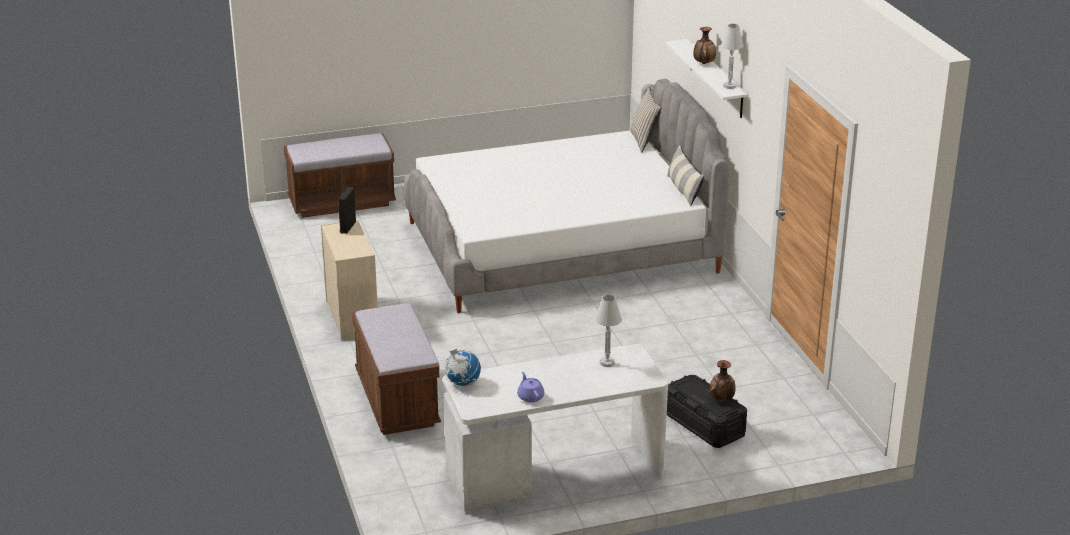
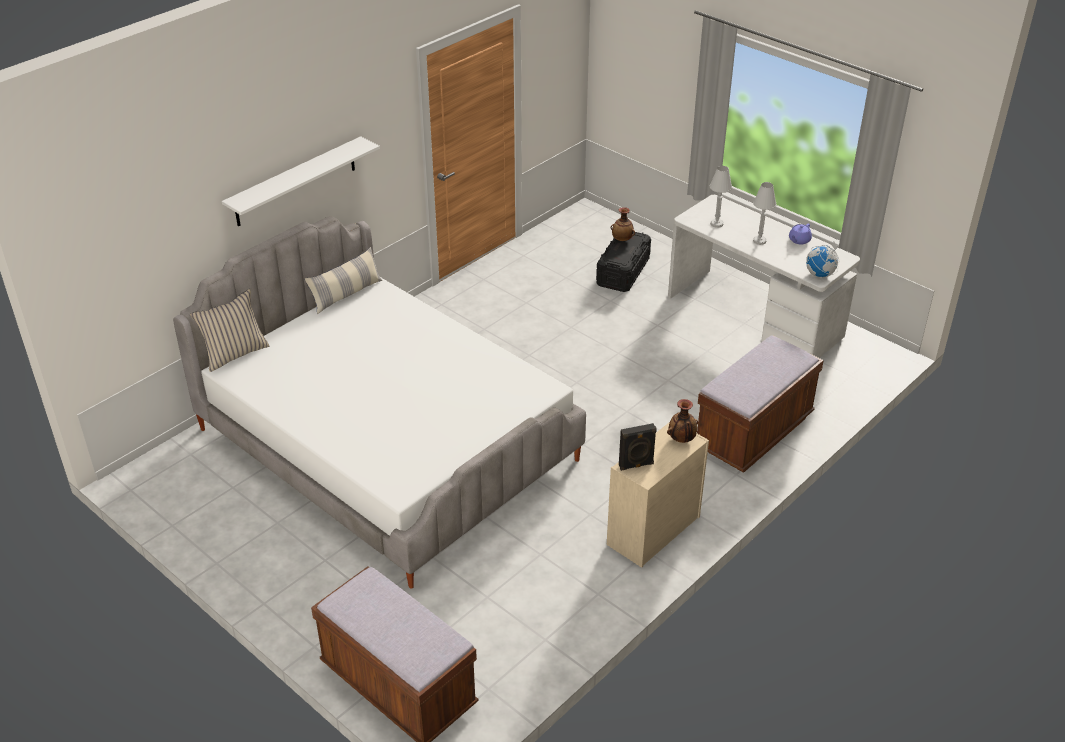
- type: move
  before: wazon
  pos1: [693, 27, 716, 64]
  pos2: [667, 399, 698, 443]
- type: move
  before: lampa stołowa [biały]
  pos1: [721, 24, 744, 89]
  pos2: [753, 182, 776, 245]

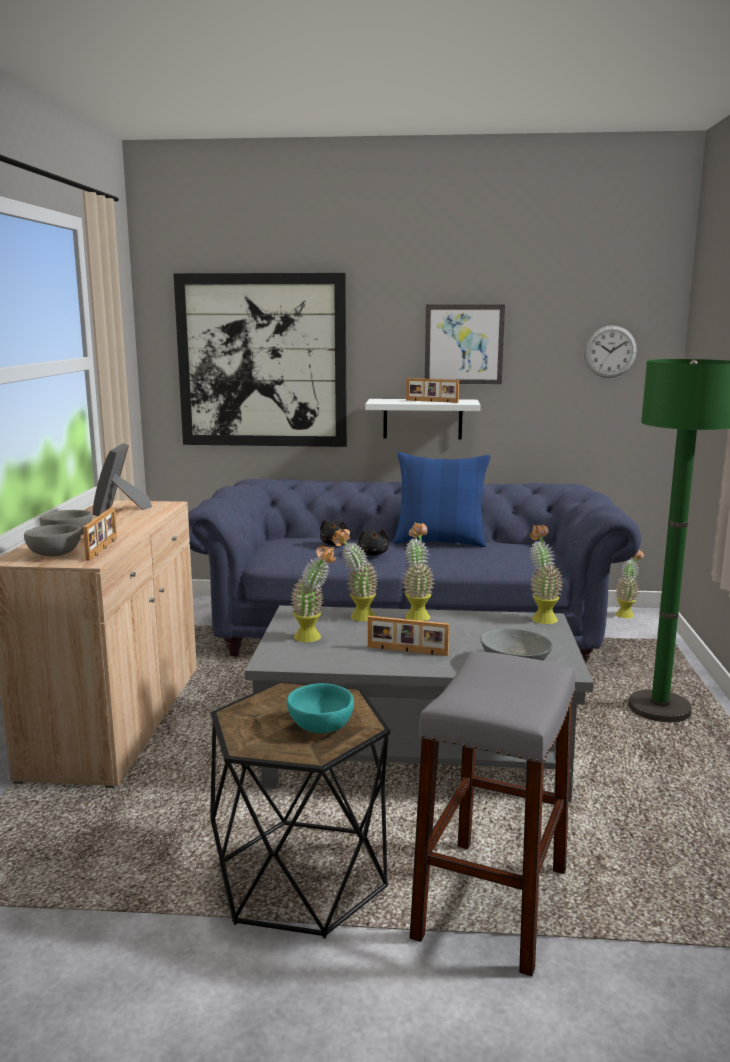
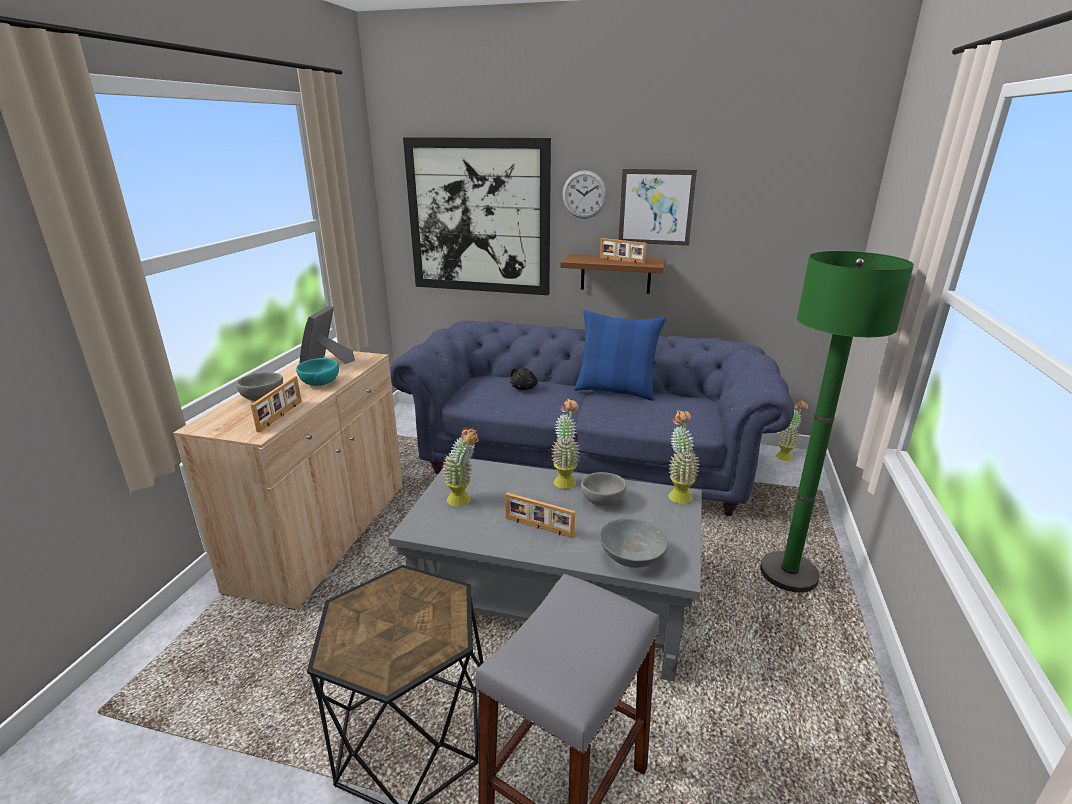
- type: delete
  before: roślina doniczkowa
  pos1: [332, 529, 378, 621]
- type: delete
  before: pluszak [czarny]
  pos1: [357, 529, 389, 556]
- type: move
  before: miska [szary]
  pos1: [24, 524, 81, 557]
  pos2: [581, 472, 626, 506]
- type: move
  before: miska [turkusowy]
  pos1: [287, 683, 354, 733]
  pos2: [296, 358, 339, 386]
- type: move
  before: zegar ścienny
  pos1: [584, 325, 637, 378]
  pos2: [562, 170, 607, 219]
- type: recolor
  before: półka [biały]
  after: półka [brązowy]
  pos1: [365, 399, 480, 440]
  pos2: [560, 254, 666, 294]

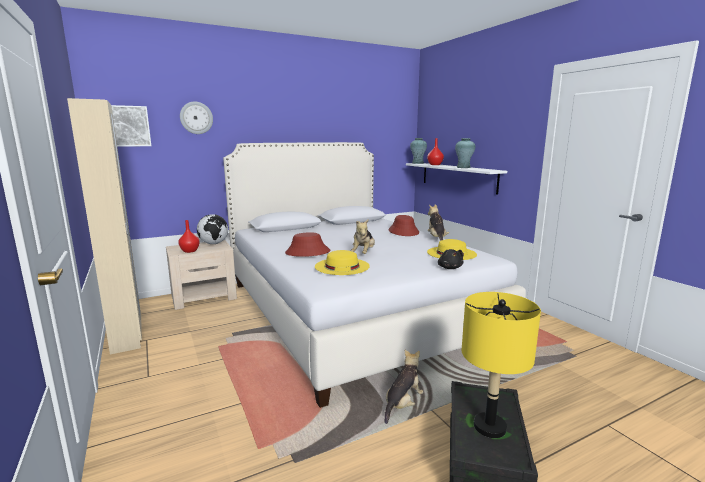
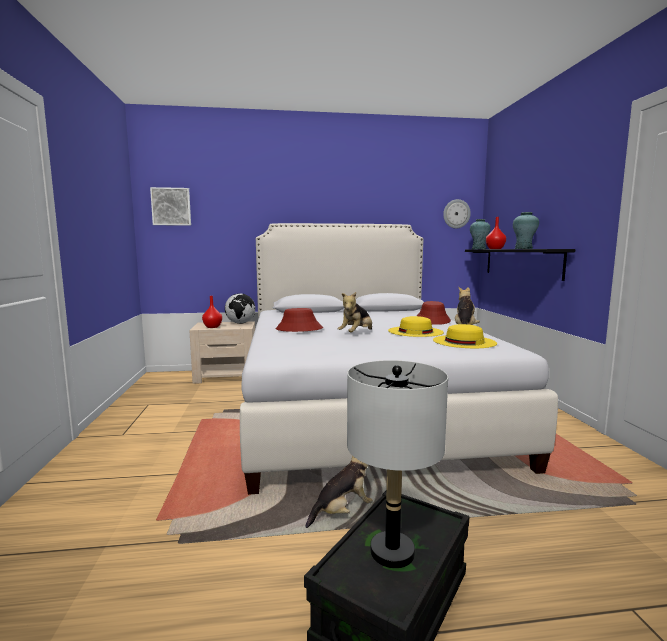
- type: delete
  before: szafa [beżowy]
  pos1: [67, 98, 142, 354]
- type: delete
  before: pluszak [czarny]
  pos1: [438, 249, 463, 269]
- type: move
  before: zegar ścienny
  pos1: [180, 101, 213, 134]
  pos2: [443, 199, 471, 229]
- type: move
  before: kapelusz [żółty]
  pos1: [315, 250, 370, 275]
  pos2: [388, 316, 444, 337]
- type: recolor
  before: półka [biały]
  after: półka [czarny]
  pos1: [406, 163, 507, 195]
  pos2: [465, 249, 575, 281]
- type: recolor
  before: lampa stołowa [żółty]
  after: lampa stołowa [szary]
  pos1: [462, 292, 541, 438]
  pos2: [347, 360, 448, 568]

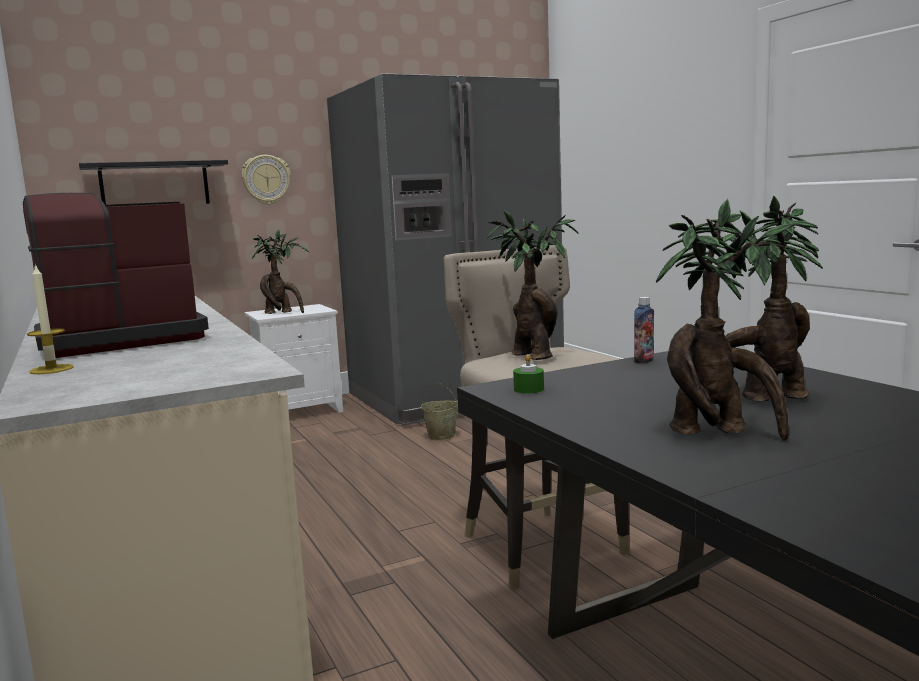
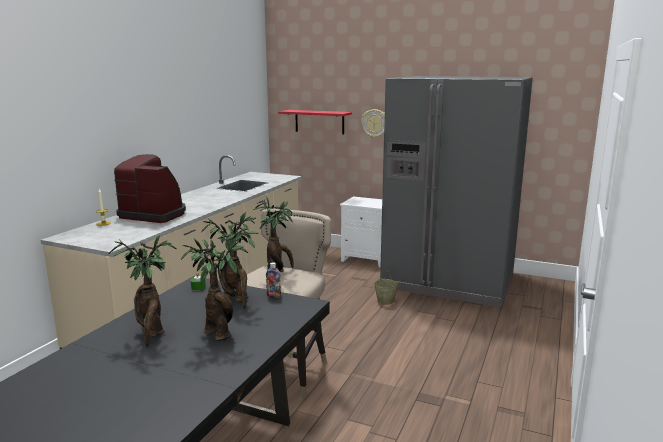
- type: move
  before: roślina doniczkowa
  pos1: [252, 229, 309, 314]
  pos2: [201, 212, 259, 309]
- type: recolor
  before: półka [czarny]
  after: półka [czerwony]
  pos1: [79, 160, 228, 205]
  pos2: [278, 110, 352, 134]

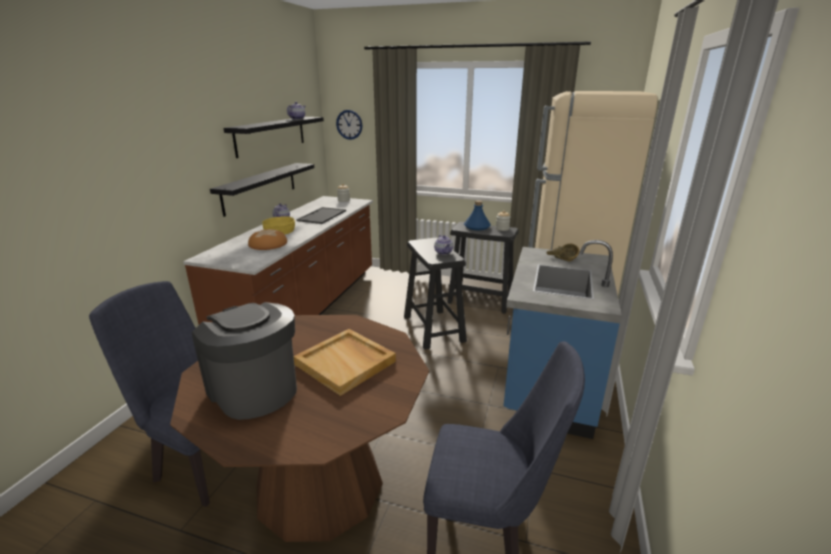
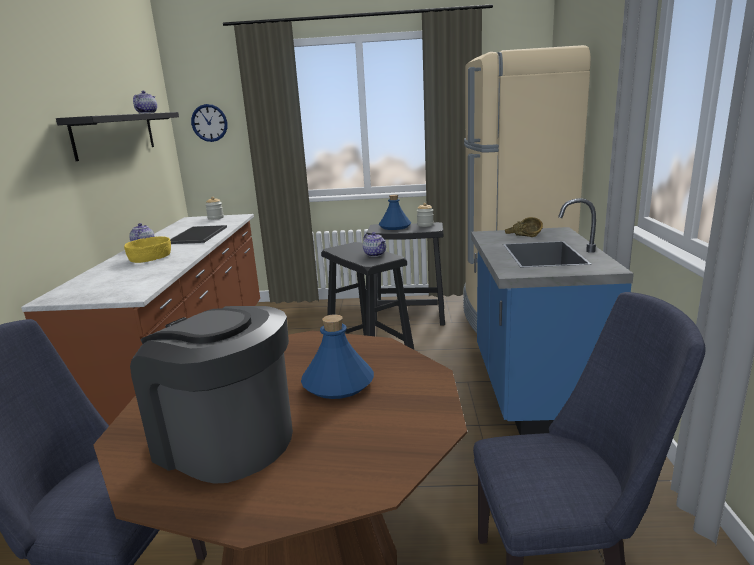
- type: delete
  before: półka [czarny]
  pos1: [210, 163, 314, 217]
- type: delete
  before: chleb
  pos1: [248, 229, 287, 250]
- type: replace
  before: taca [beżowy]
  after: butelka [niebieski]
  pos1: [294, 329, 396, 396]
  pos2: [301, 314, 374, 399]

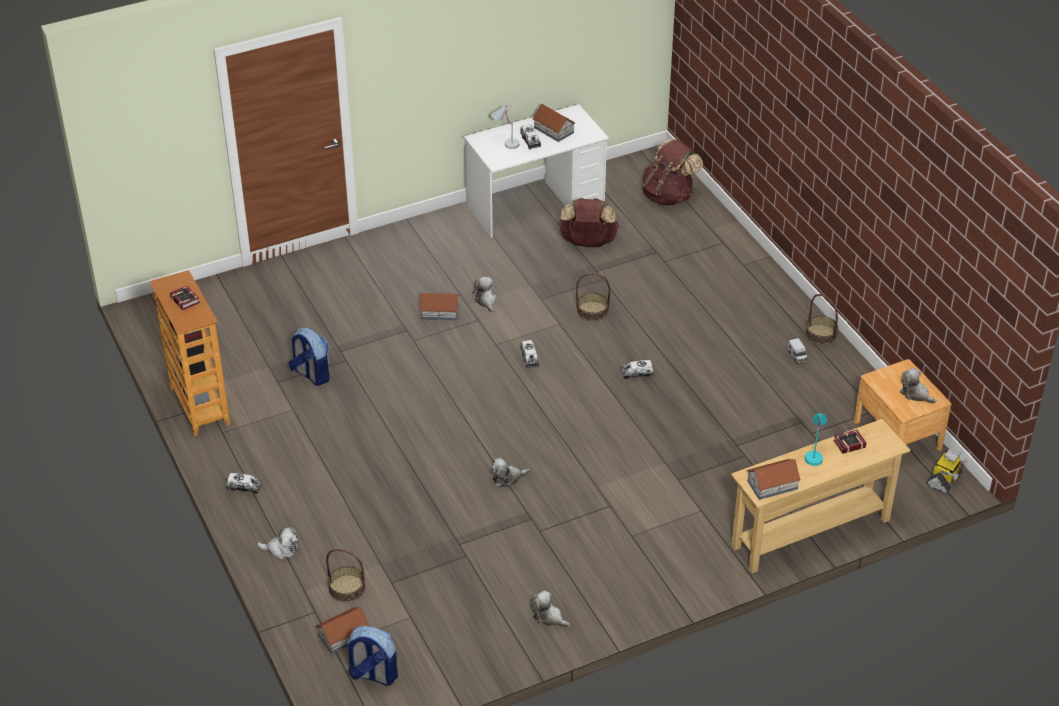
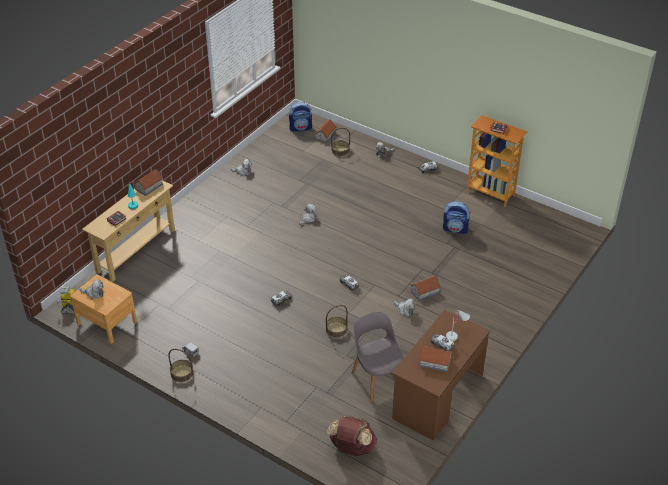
- type: replace
  before: plecak [brązowy]
  after: krzesło [szary]
  pos1: [558, 198, 619, 247]
  pos2: [351, 312, 404, 403]
- type: recolor
  before: biurko [biały]
  after: biurko [brązowy]
  pos1: [464, 104, 609, 238]
  pos2: [392, 310, 490, 441]

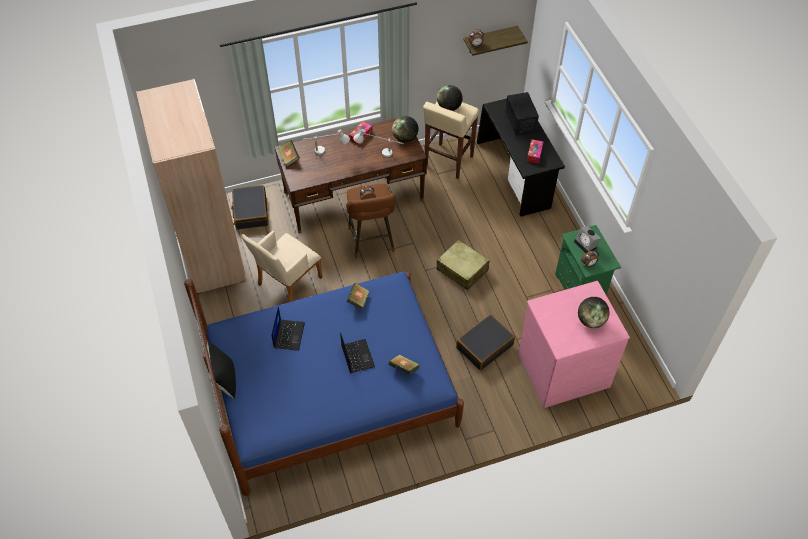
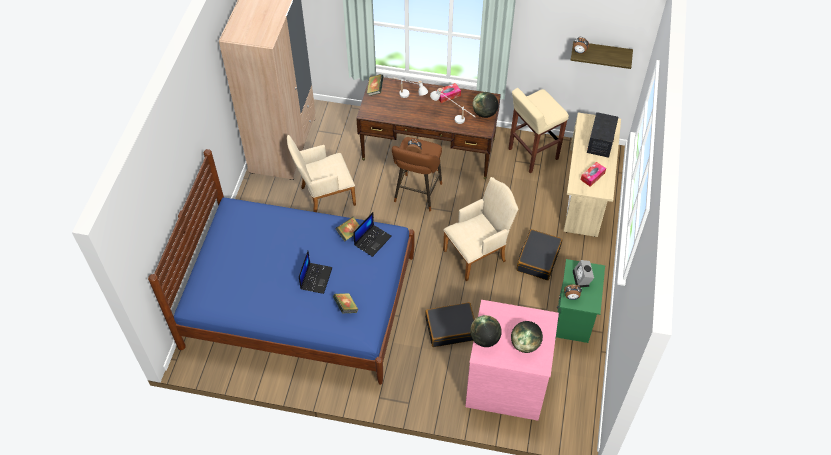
- type: delete
  before: poduszka [czarny]
  pos1: [207, 341, 236, 399]
- type: move
  before: walizka [czarny]
  pos1: [231, 185, 268, 230]
  pos2: [517, 229, 562, 280]
- type: move
  before: laptop
  pos1: [272, 306, 305, 351]
  pos2: [353, 212, 392, 257]
- type: move
  before: globus
  pos1: [437, 85, 463, 111]
  pos2: [470, 315, 502, 347]
- type: replace
  before: walizka [beżowy]
  after: fotel [beżowy]
  pos1: [437, 240, 490, 290]
  pos2: [443, 177, 518, 281]
- type: recolor
  before: biurko [czarny]
  after: biurko [beżowy]
  pos1: [477, 99, 565, 217]
  pos2: [564, 112, 621, 237]

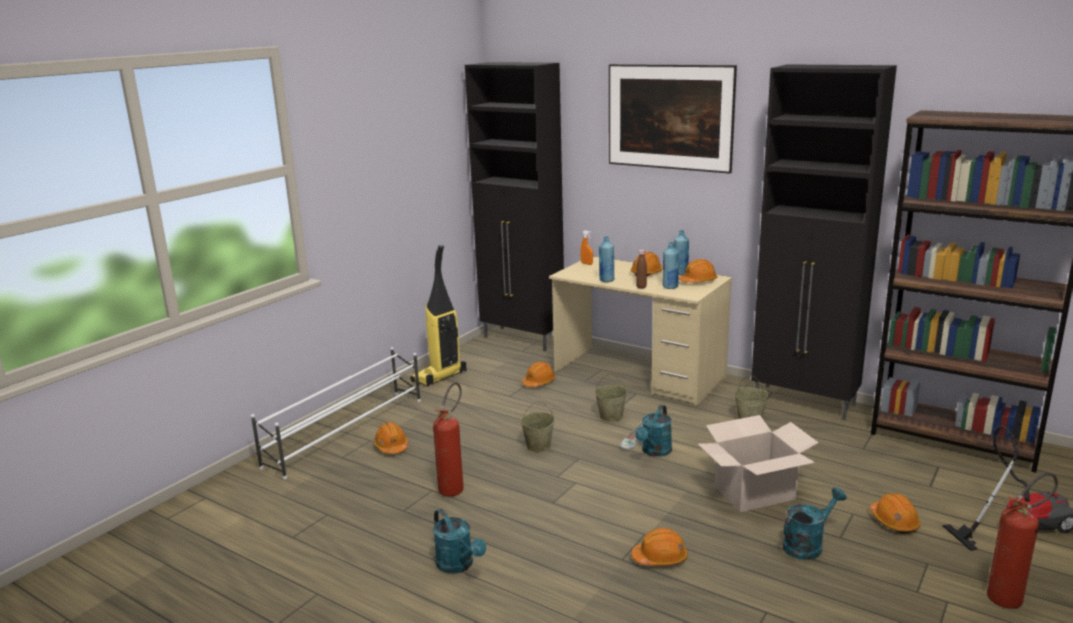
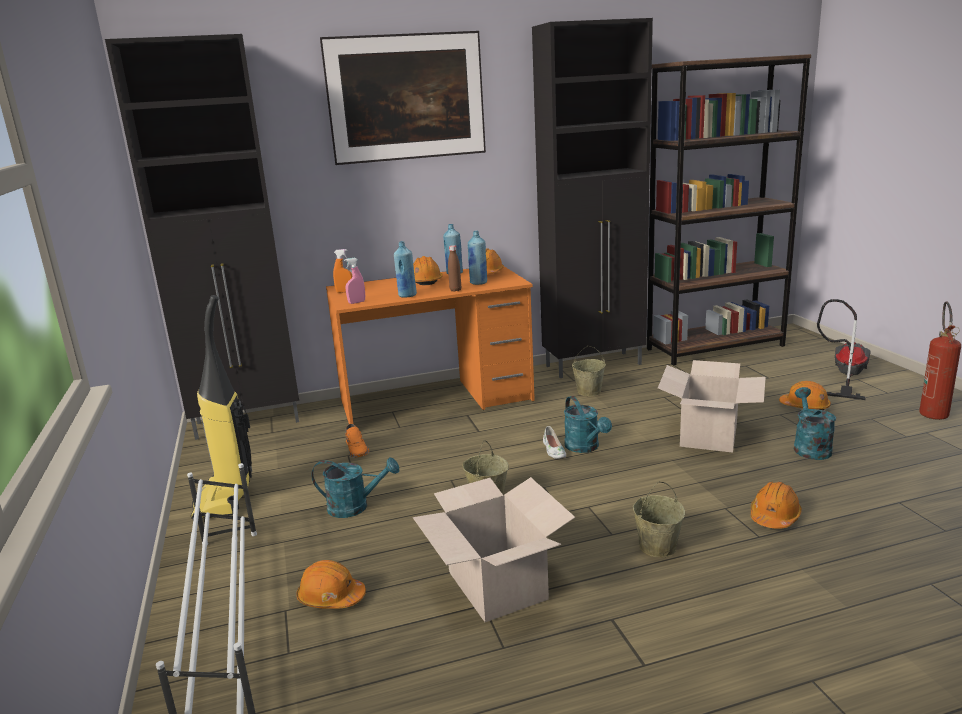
- type: insert
  after: spryskiwacz [różowy]
  pos2: [344, 257, 365, 304]
- type: move
  before: konewka [turkusowy]
  pos1: [433, 509, 486, 574]
  pos2: [311, 457, 399, 518]
- type: move
  before: wiadro [beżowy]
  pos1: [595, 374, 627, 422]
  pos2: [633, 482, 685, 558]
- type: replace
  before: gaśnica
  after: karton
  pos1: [433, 382, 464, 497]
  pos2: [413, 477, 575, 622]
- type: replace
  before: kask [pomarańczowy]
  after: but [pomarańczowy]
  pos1: [522, 362, 556, 387]
  pos2: [346, 424, 369, 458]
- type: recolor
  before: biurko [beżowy]
  after: biurko [pomarańczowy]
  pos1: [549, 256, 732, 406]
  pos2: [326, 266, 535, 424]

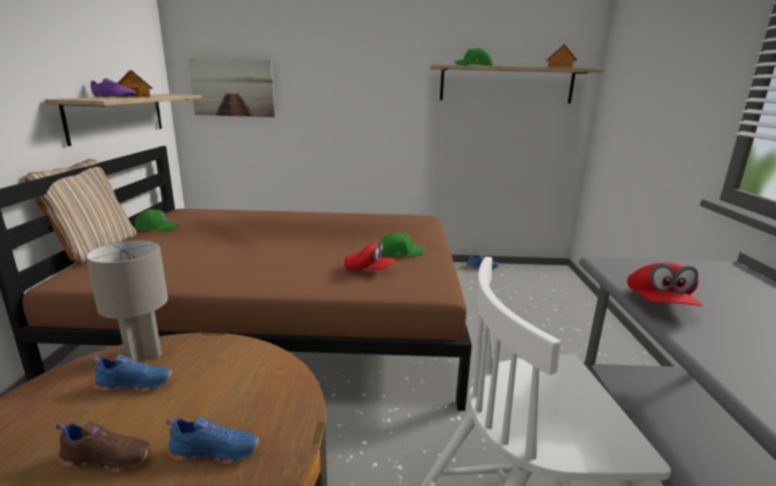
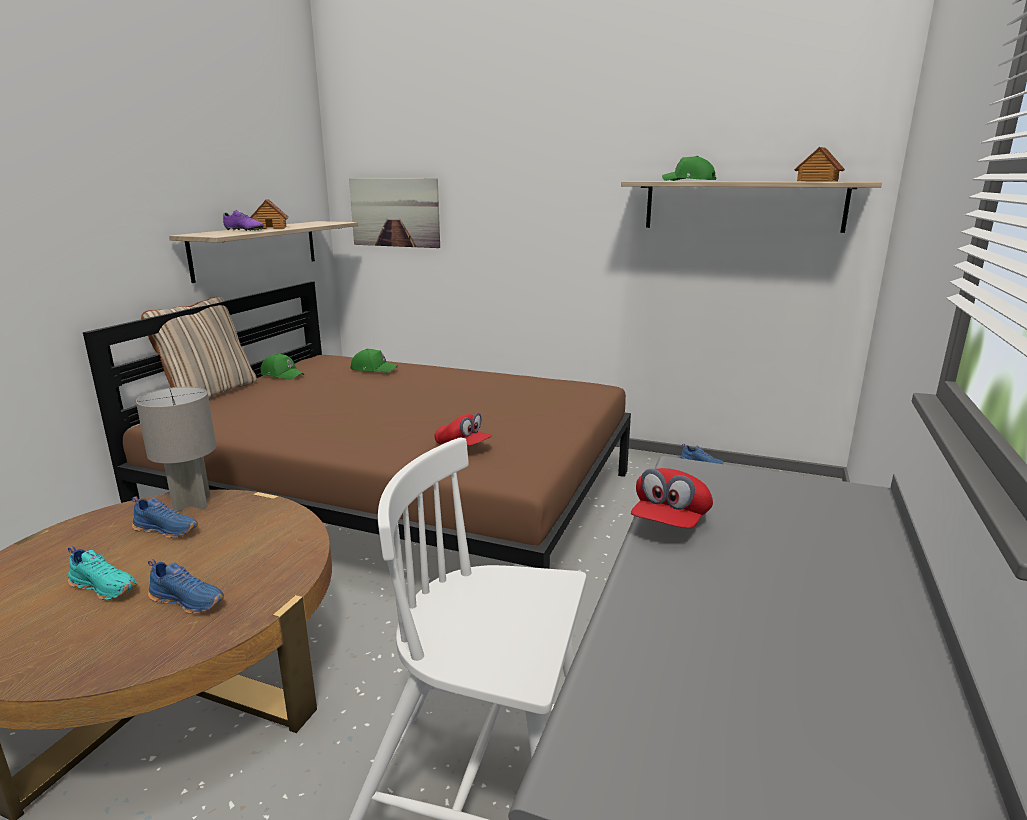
- type: move
  before: czapka z daszkiem [zielony]
  pos1: [378, 233, 425, 256]
  pos2: [350, 349, 398, 373]
- type: recolor
  before: but [brązowy]
  after: but [turkusowy]
  pos1: [56, 422, 152, 473]
  pos2: [68, 546, 137, 600]

